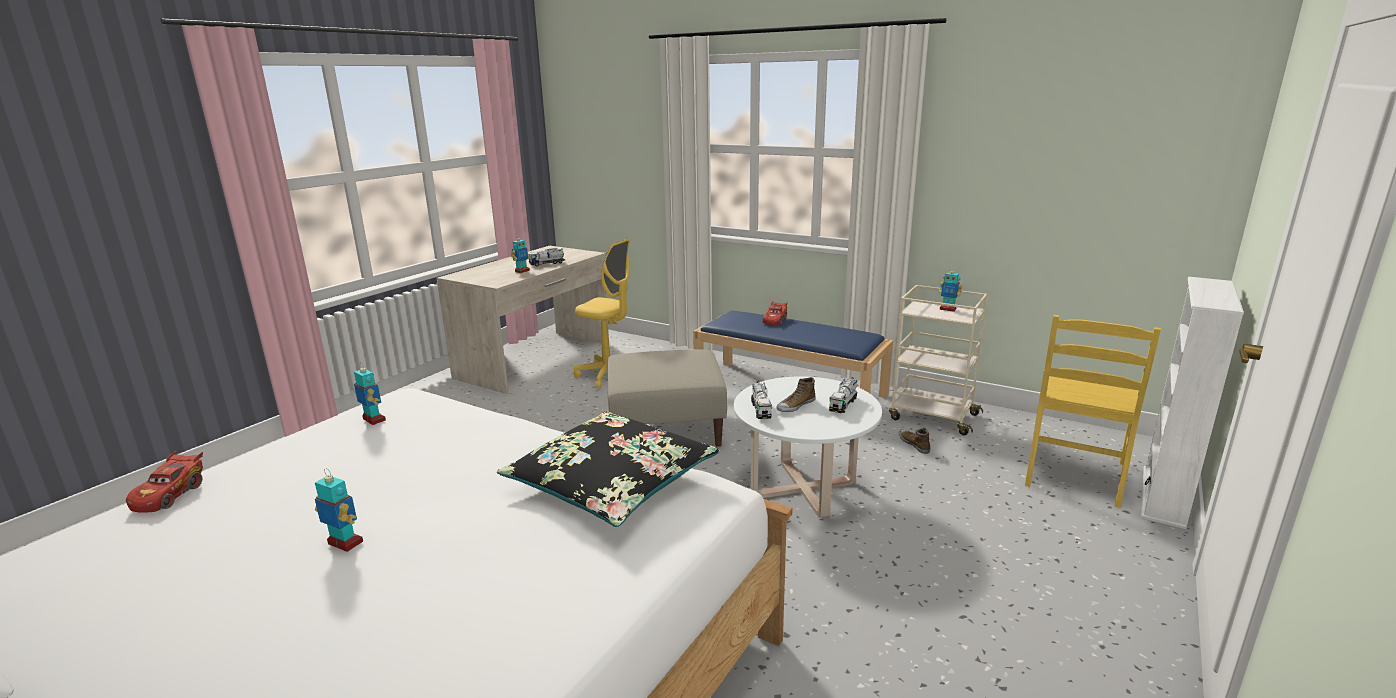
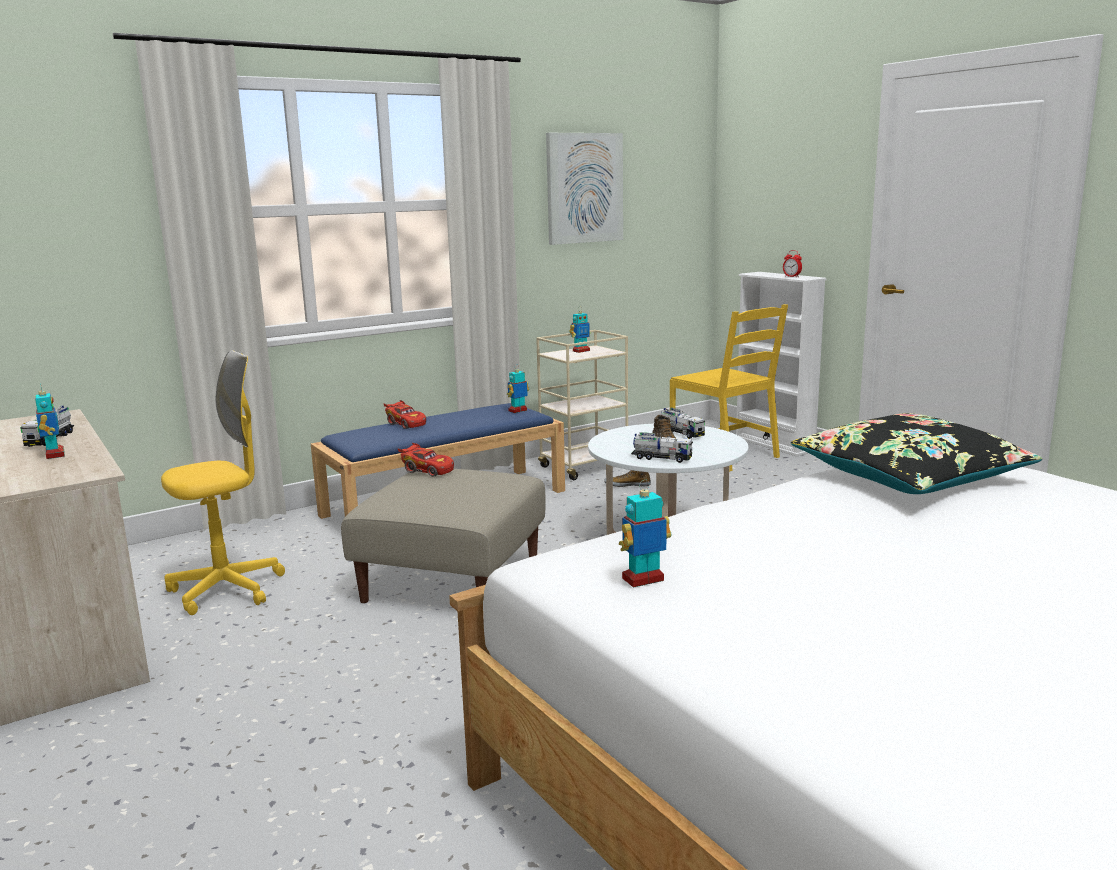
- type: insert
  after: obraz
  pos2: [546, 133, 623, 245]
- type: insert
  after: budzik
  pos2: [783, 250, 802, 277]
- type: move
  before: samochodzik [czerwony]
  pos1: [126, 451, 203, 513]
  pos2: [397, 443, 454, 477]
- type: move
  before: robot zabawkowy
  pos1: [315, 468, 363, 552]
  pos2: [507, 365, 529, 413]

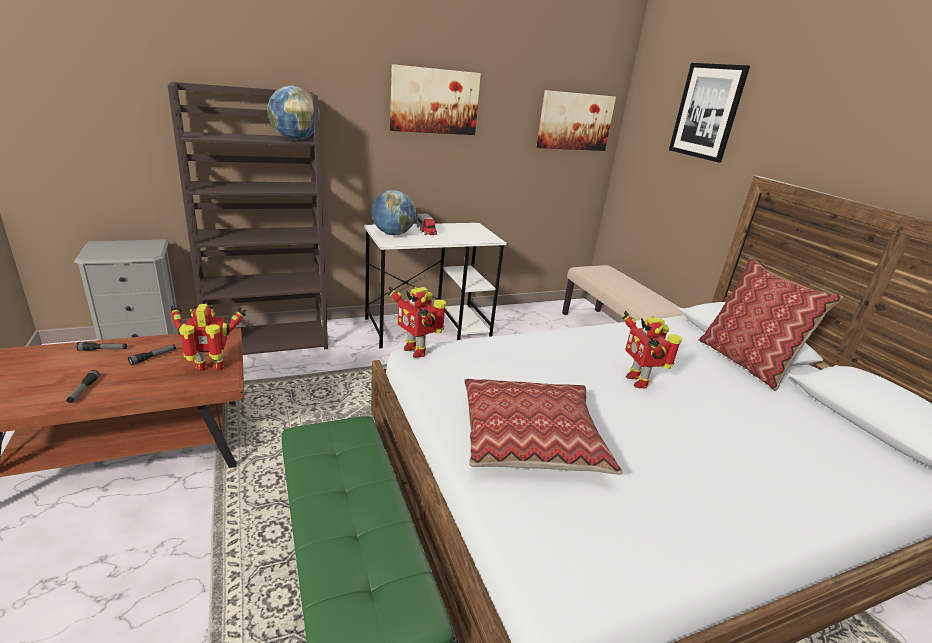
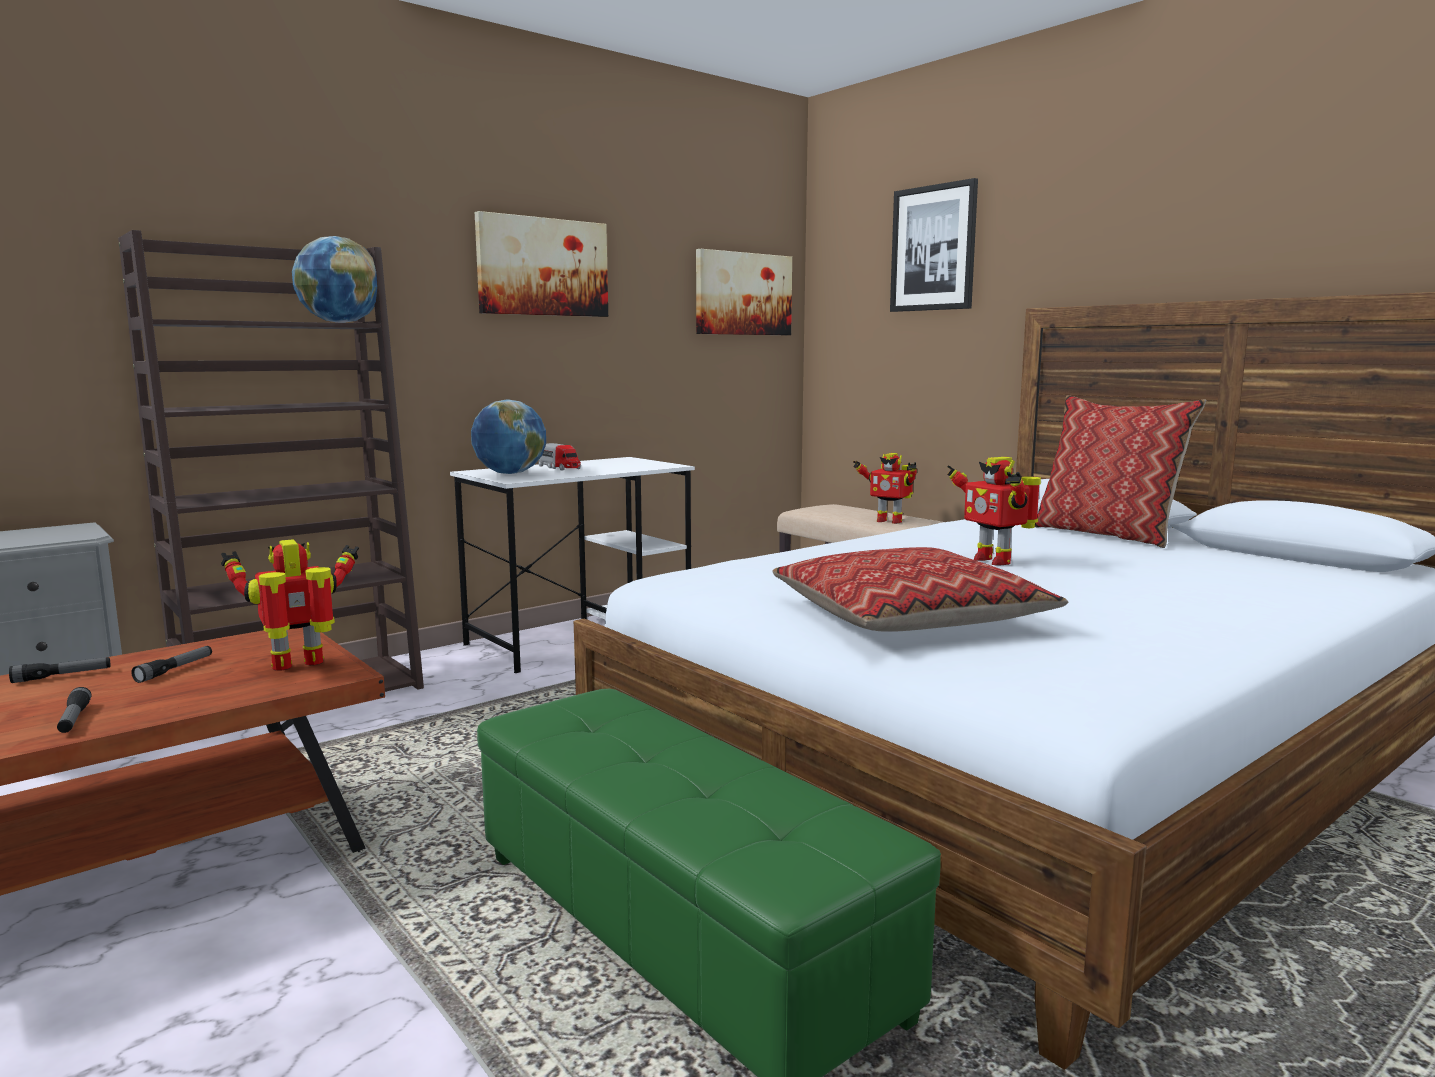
- type: move
  before: robot zabawkowy
  pos1: [388, 286, 446, 358]
  pos2: [853, 453, 917, 524]

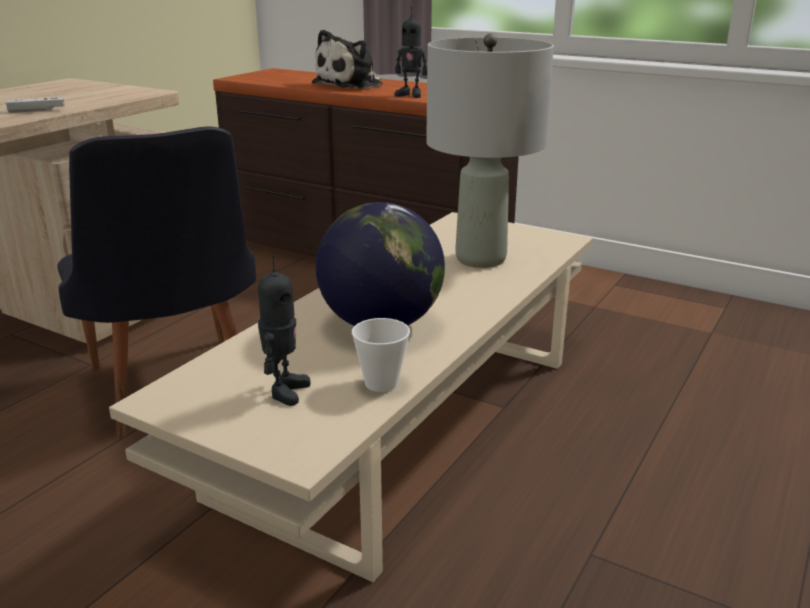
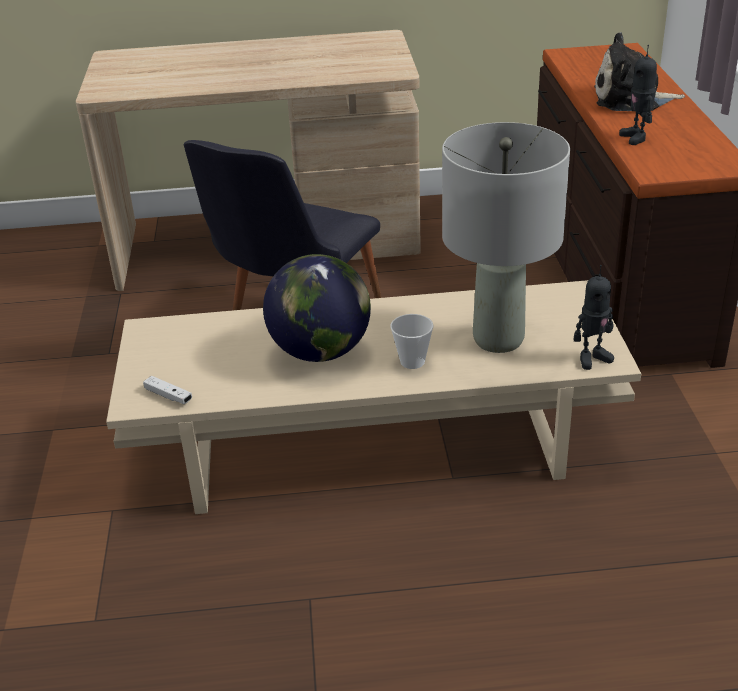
- type: move
  before: pad do gier [biały]
  pos1: [6, 97, 65, 113]
  pos2: [143, 376, 192, 404]
- type: move
  before: robot zabawkowy
  pos1: [258, 255, 311, 406]
  pos2: [573, 265, 614, 370]
- type: move
  before: filiżanka
  pos1: [352, 318, 410, 392]
  pos2: [390, 314, 433, 369]

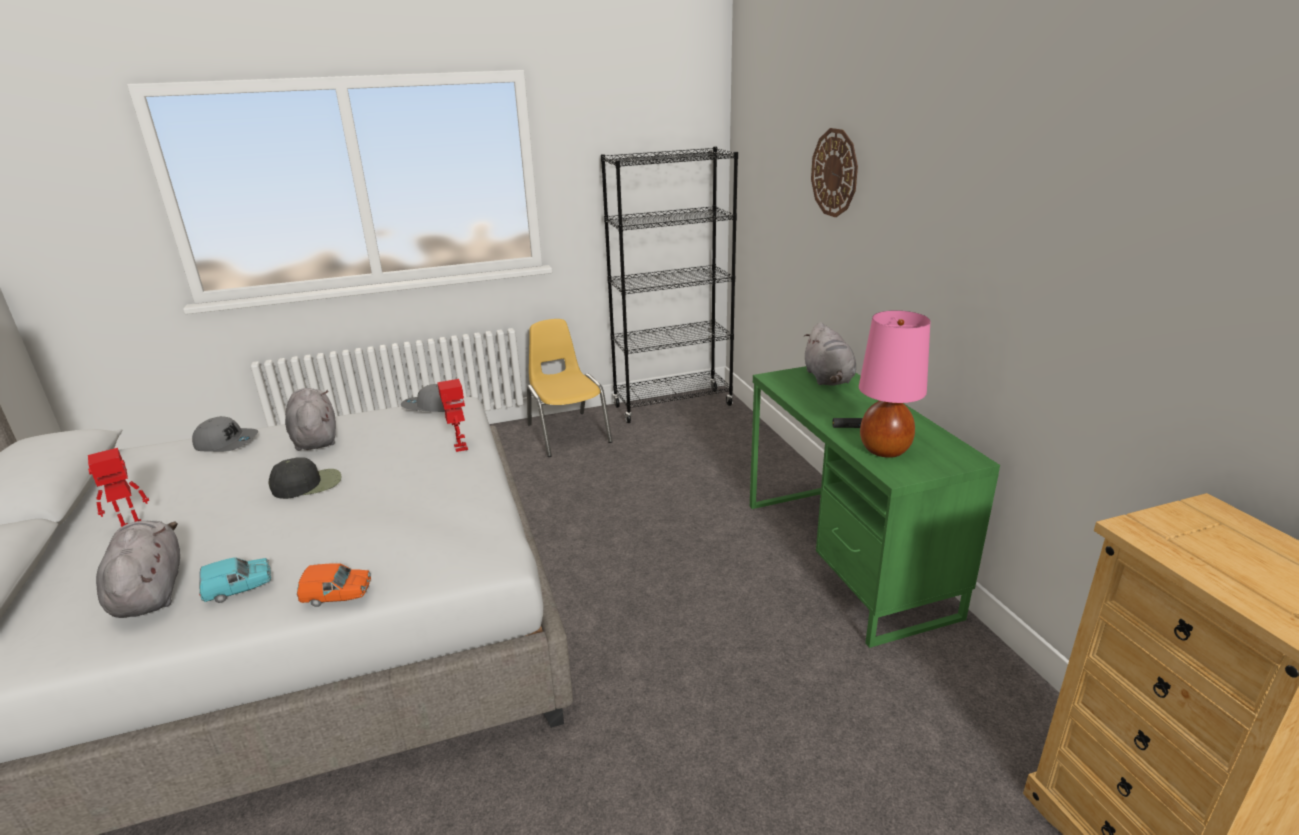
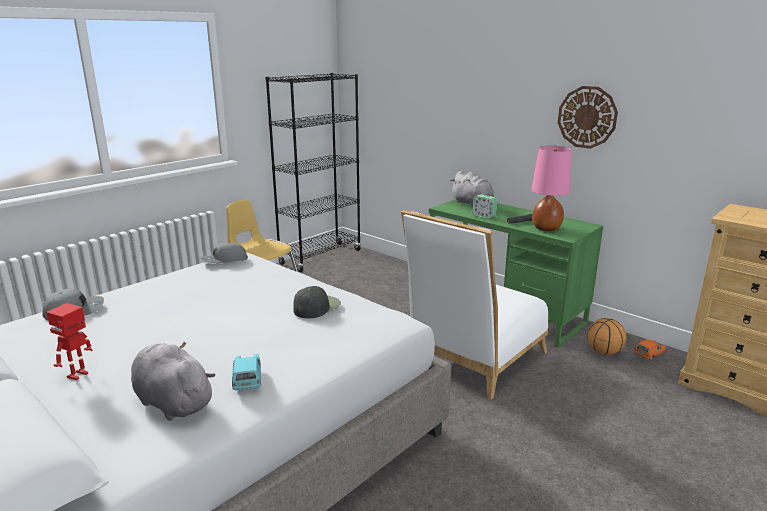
- type: delete
  before: pluszak [szary]
  pos1: [285, 388, 336, 451]
- type: delete
  before: robot zabawkowy
  pos1: [437, 379, 468, 452]
- type: insert
  after: krzesło [biały]
  pos2: [401, 210, 548, 400]
- type: insert
  after: budzik
  pos2: [472, 194, 498, 219]
- type: insert
  after: piłka do koszykówki
  pos2: [587, 318, 626, 355]
- type: move
  before: czapka z daszkiem [czarny]
  pos1: [269, 457, 342, 499]
  pos2: [293, 286, 341, 318]
- type: move
  before: samochodzik [pomarańczowy]
  pos1: [297, 563, 371, 607]
  pos2: [634, 339, 666, 360]
- type: move
  before: zegar ścienny
  pos1: [811, 128, 858, 217]
  pos2: [558, 86, 618, 149]
- type: rotate
  before: samochodzik [turkusowy]
  pos1: [199, 557, 271, 603]
  pos2: [232, 354, 261, 390]
  turn: -45

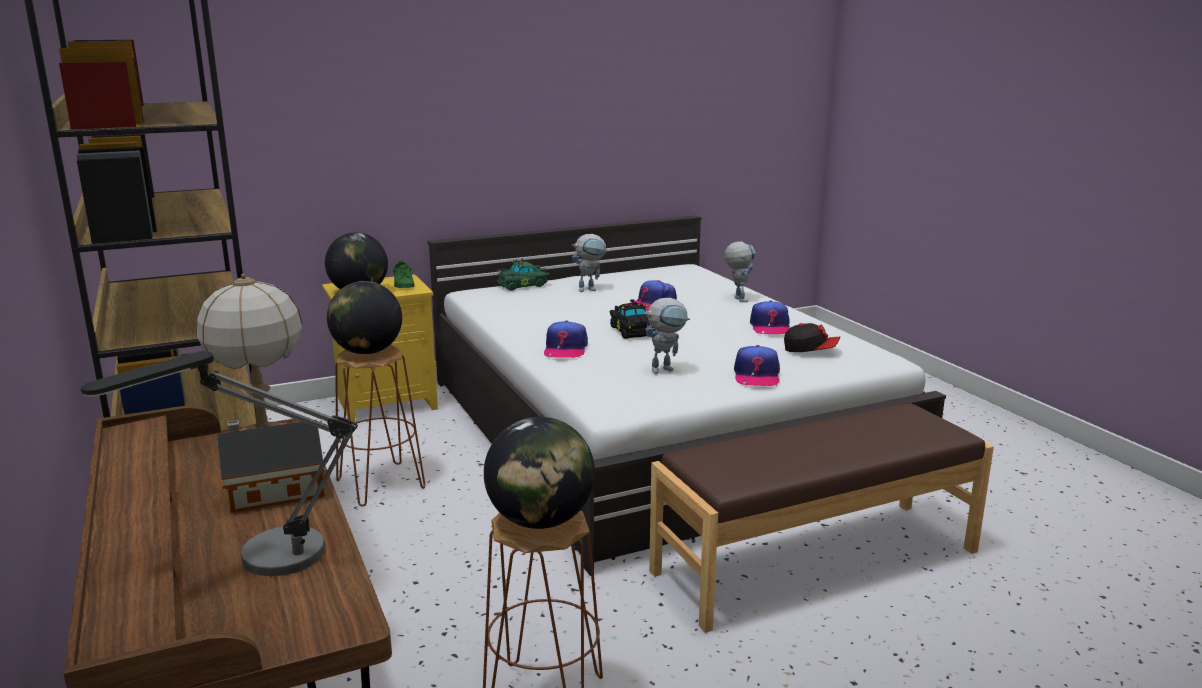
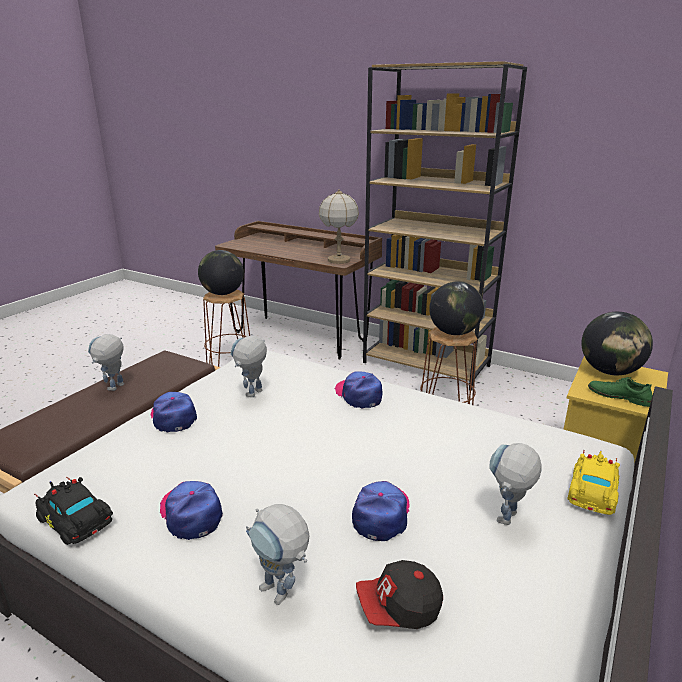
- type: delete
  before: lampa stołowa
  pos1: [81, 351, 358, 576]
- type: delete
  before: domek
  pos1: [217, 420, 325, 513]
- type: insert
  after: robot zabawkowy
  pos2: [88, 334, 124, 391]
- type: move
  before: samochodzik [czarny]
  pos1: [610, 299, 656, 339]
  pos2: [34, 477, 113, 545]
- type: move
  before: czapka z daszkiem
  pos1: [784, 323, 840, 352]
  pos2: [356, 560, 443, 629]
- type: recolor
  before: samochodzik [zielony]
  after: samochodzik [żółty]
  pos1: [496, 258, 550, 291]
  pos2: [567, 450, 620, 515]

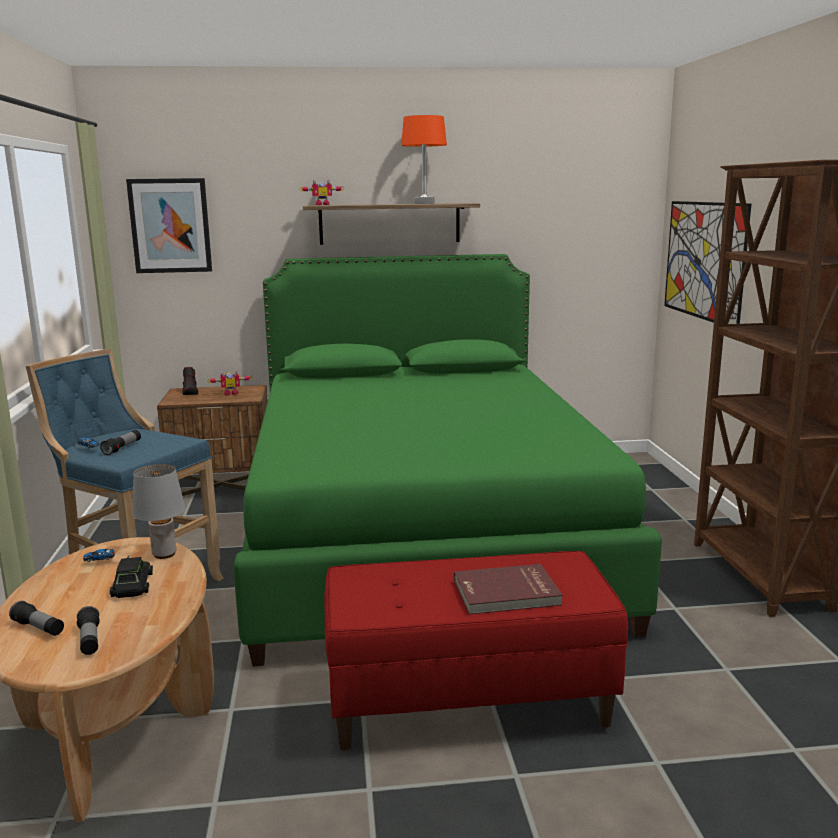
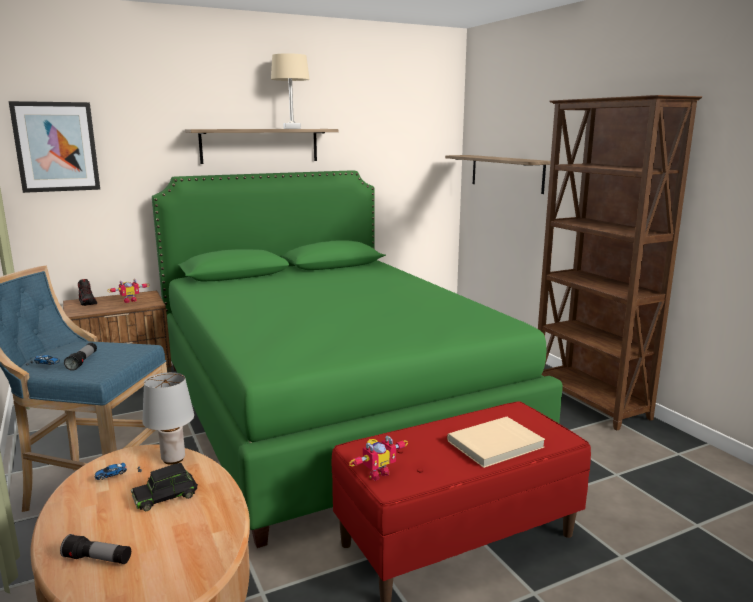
- type: delete
  before: latarka
  pos1: [77, 606, 100, 655]
- type: move
  before: robot zabawkowy
  pos1: [299, 179, 344, 205]
  pos2: [349, 436, 408, 480]
- type: replace
  before: obraz
  after: półka
  pos1: [664, 201, 752, 324]
  pos2: [445, 155, 551, 194]
- type: recolor
  before: lampa stołowa [pomarańczowy]
  after: lampa stołowa [beżowy]
  pos1: [401, 115, 447, 204]
  pos2: [271, 53, 309, 129]
- type: recolor
  before: książka [czerwony]
  after: książka [beżowy]
  pos1: [454, 564, 563, 615]
  pos2: [447, 417, 545, 468]
- type: rotate
  before: samochodzik [czarny]
  pos1: [110, 557, 153, 598]
  pos2: [131, 463, 198, 511]
  turn: -90

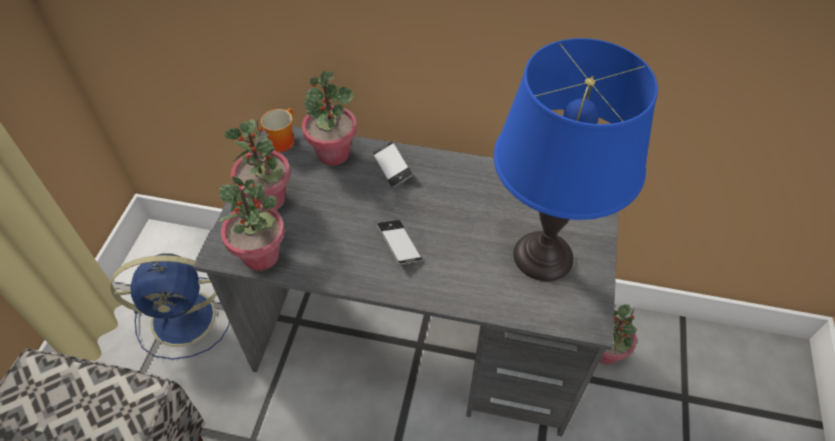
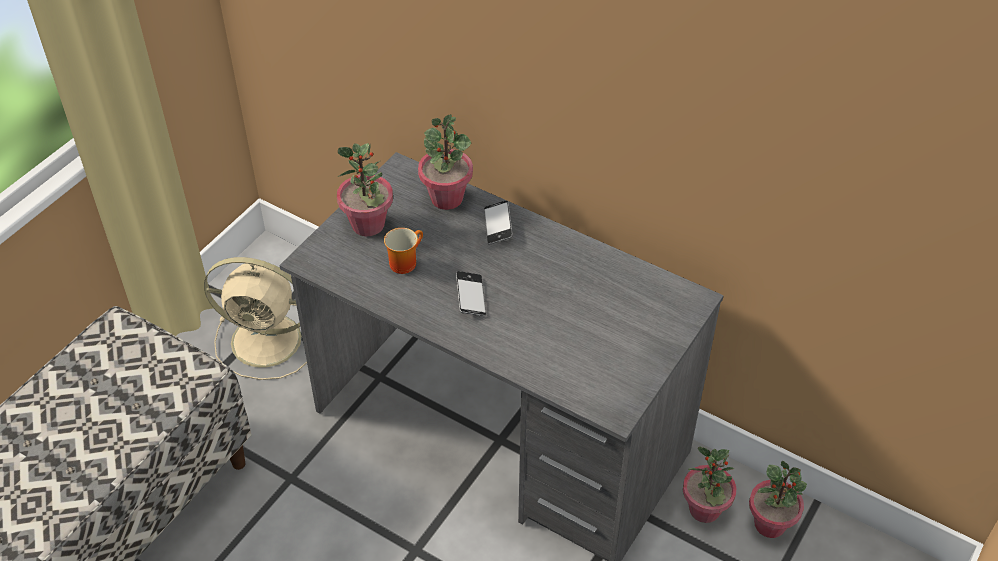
- type: delete
  before: lampa stołowa [niebieski]
  pos1: [494, 38, 658, 281]
- type: move
  before: roślina doniczkowa
  pos1: [219, 176, 285, 271]
  pos2: [749, 461, 807, 538]
- type: move
  before: kubek
  pos1: [261, 108, 294, 152]
  pos2: [384, 228, 423, 274]
- type: recolor
  before: wentylator [niebieski]
  after: wentylator [beżowy]
  pos1: [110, 254, 230, 360]
  pos2: [204, 257, 307, 380]

